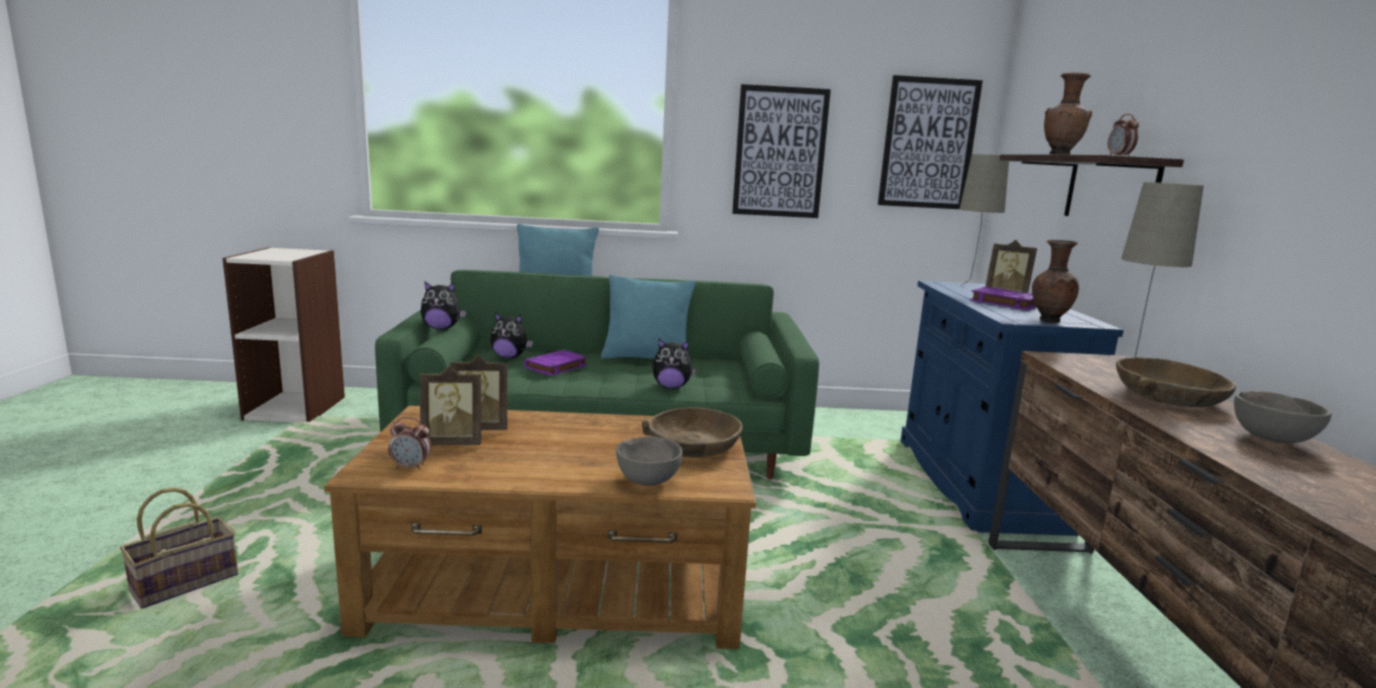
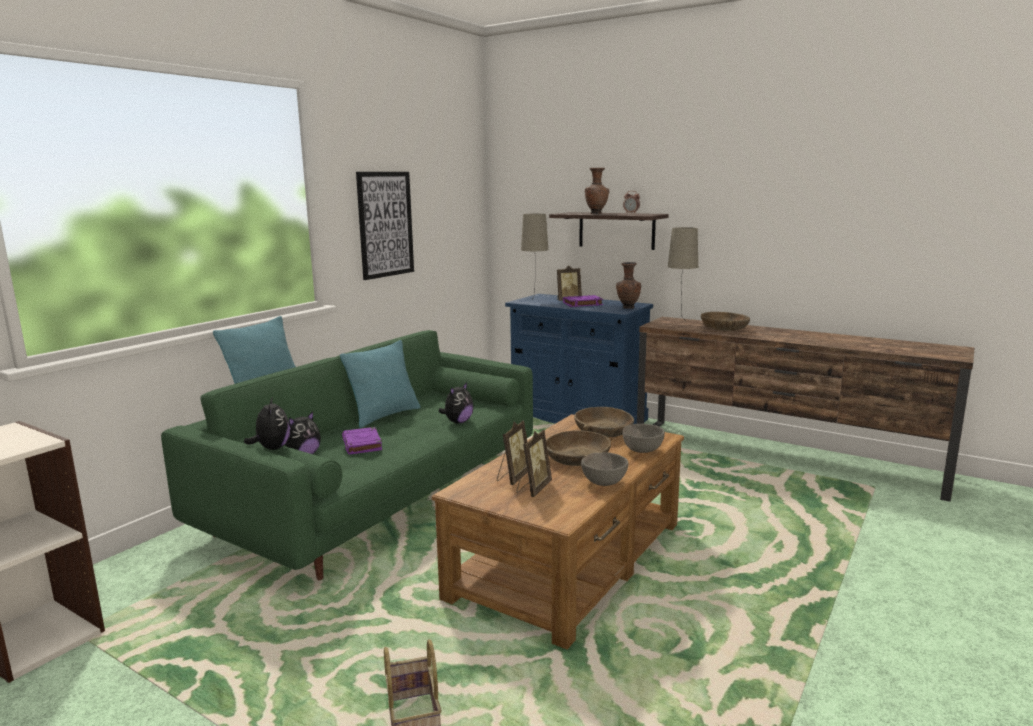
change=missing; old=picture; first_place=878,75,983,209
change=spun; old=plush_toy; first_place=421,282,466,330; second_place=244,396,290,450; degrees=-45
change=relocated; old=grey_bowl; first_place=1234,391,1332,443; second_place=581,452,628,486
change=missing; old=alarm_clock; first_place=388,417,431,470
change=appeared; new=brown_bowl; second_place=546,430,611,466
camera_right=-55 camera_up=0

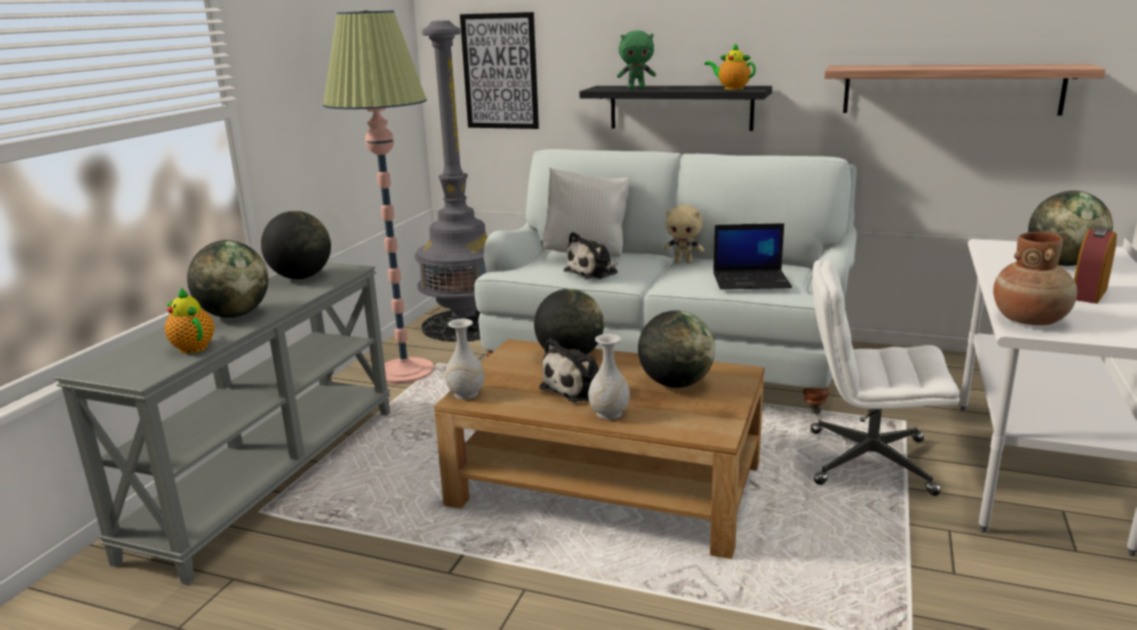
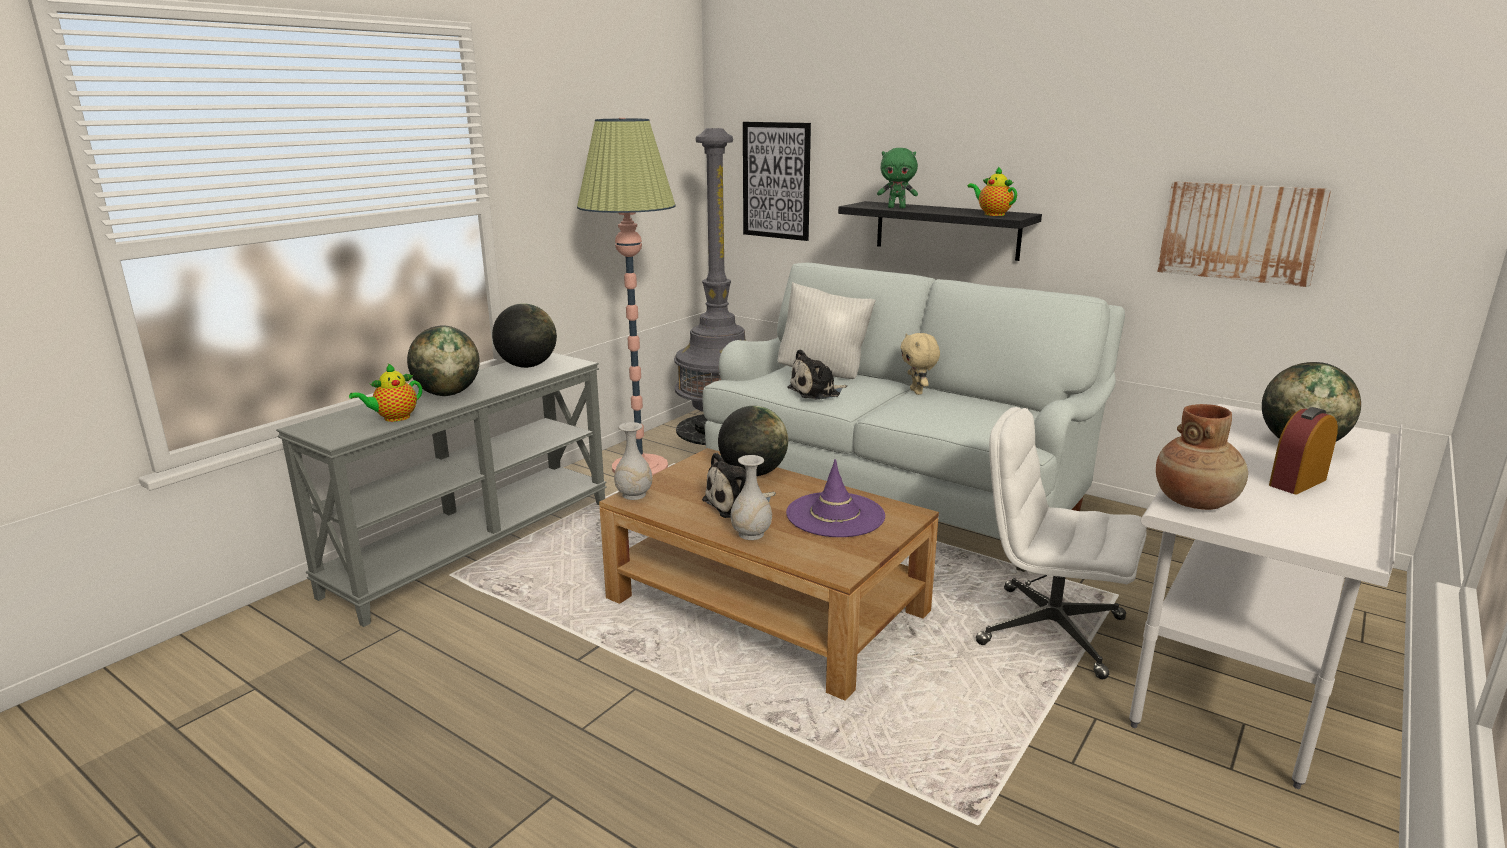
change=exchanged; old=shelf; new=picture; first_place=824,64,1105,115; second_place=1157,181,1332,287
change=spun; old=beige_plush_toy; first_place=664,205,704,263; second_place=900,333,940,395; degrees=45
change=missing; old=laptop; first_place=713,223,792,290
change=spun; old=teapot; first_place=165,287,214,354; second_place=349,363,422,422; degrees=-105
change=exchanged; old=globe; new=purple_hat; first_place=638,311,715,388; second_place=786,459,885,537
camera_right=15 camera_up=0

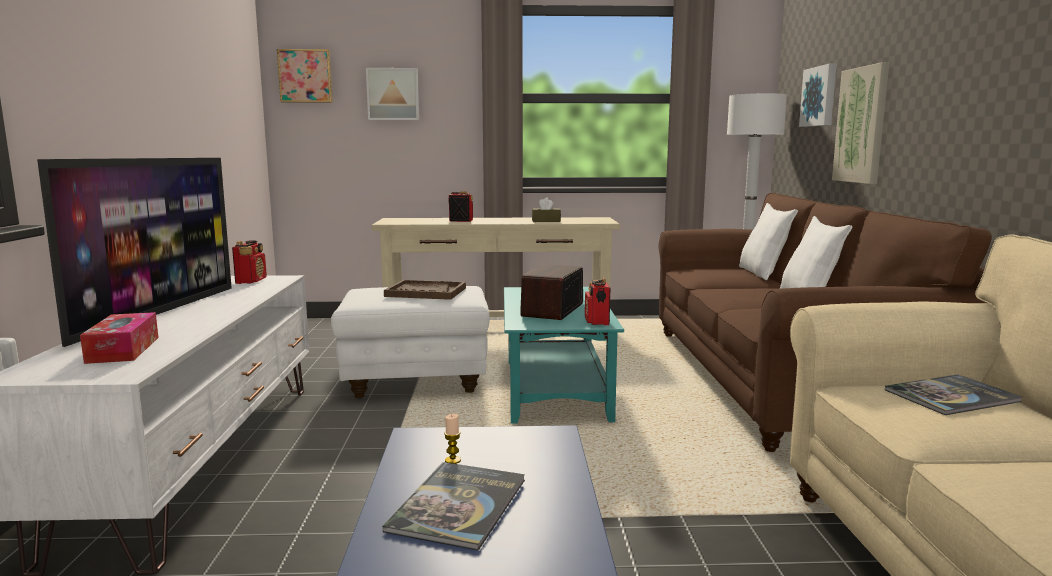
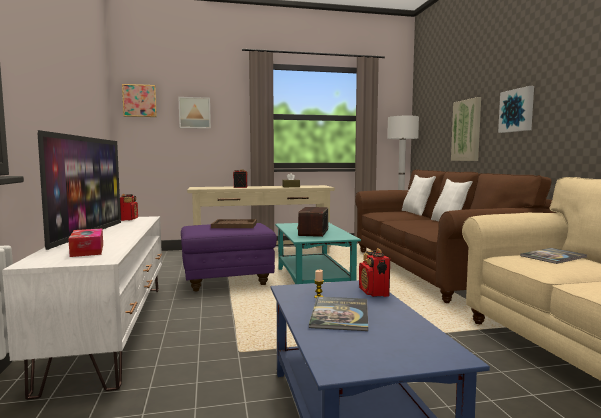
change=relocated; old=picture; first_place=799,64,837,127; second_place=498,86,534,133
change=relocated; old=radio; first_place=585,278,611,325; second_place=359,248,390,297
change=colour; old=white_ottoman; new=purple_ottoman; first_place=331,286,490,398; second_place=181,223,277,291
camera_right=-10 camera_up=-5

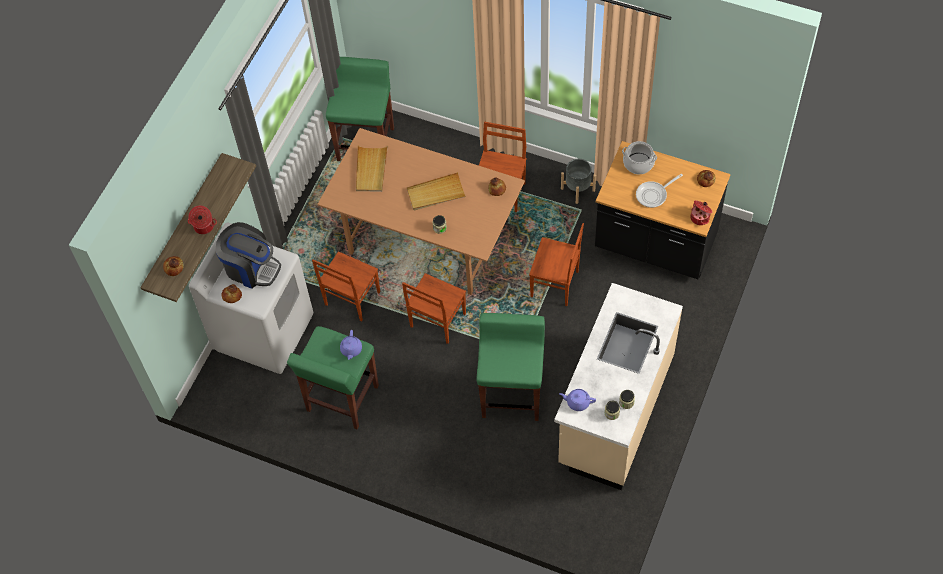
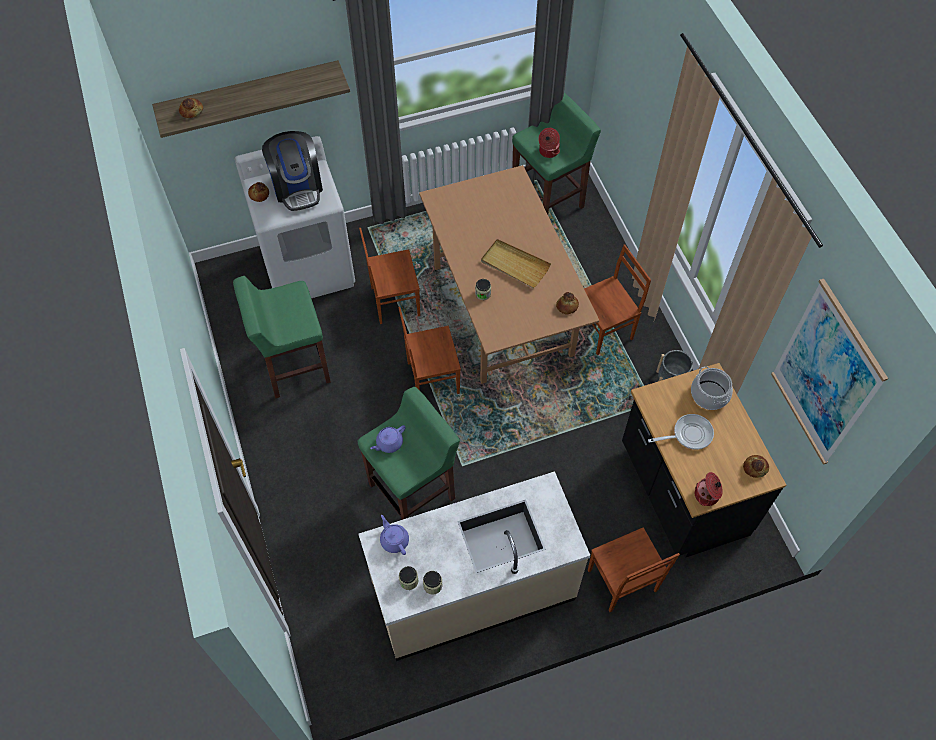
change=missing; old=beige_tray; first_place=356,145,388,192
change=spun; old=frying_pan; first_place=636,174,683,208; second_place=648,414,714,450; degrees=150
change=relocated; old=cooking_pot; first_place=188,206,217,234; second_place=539,128,560,158
change=relocated; old=brown_chair; first_place=529,223,584,306; second_place=588,527,680,612
change=relocated; old=purple_teapot; first_place=340,330,362,360; second_place=370,425,406,453
change=appeared; new=picture; second_place=771,279,888,465
camera_right=45 camera_up=0

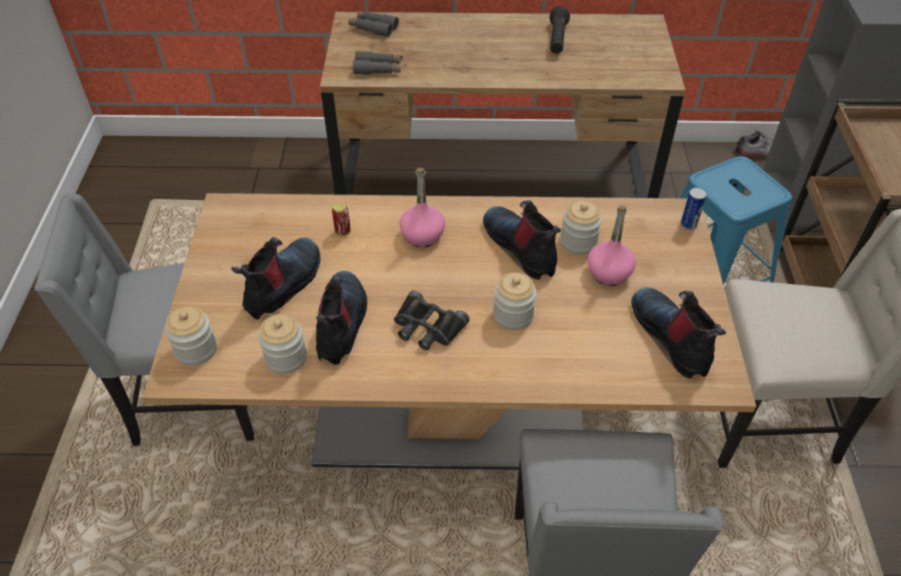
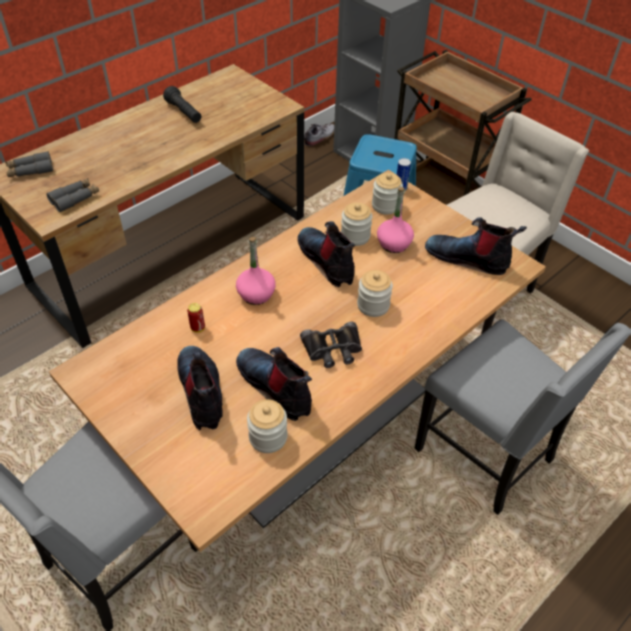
change=spun; old=boot; first_place=483,200,561,280; second_place=298,221,355,287; degrees=45
change=relocated; old=jar; first_place=165,306,217,366; second_place=372,173,403,215
camera_right=-45 camera_up=0

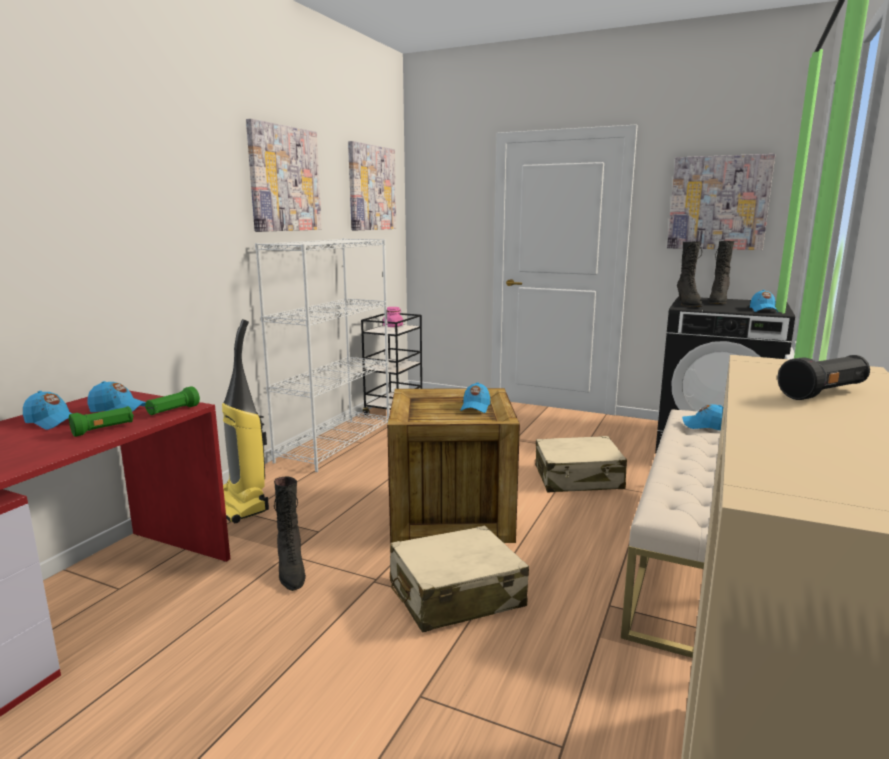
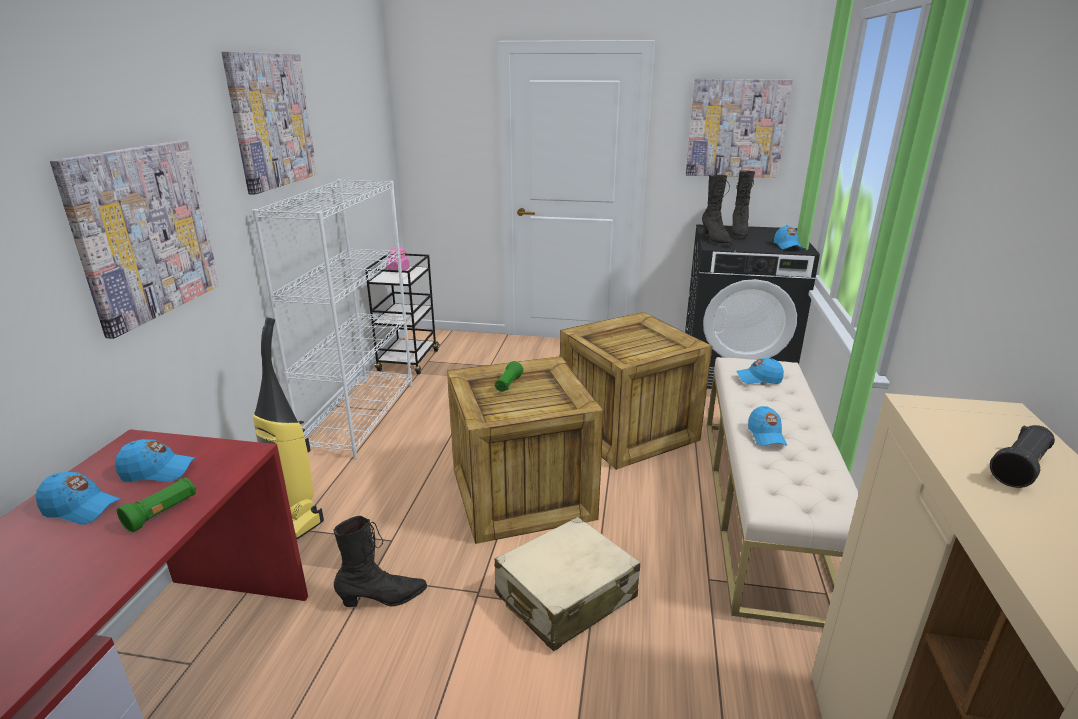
change=relocated; old=picture; first_place=348,141,396,230; second_place=50,140,220,339
change=relocated; old=blue_cap; first_place=460,382,490,413; second_place=748,406,787,446
change=relocated; old=green_flashlight; first_place=145,386,200,415; second_place=495,361,523,392
change=exchanged; old=beige_suitcase; new=crate; first_place=535,436,627,492; second_place=560,312,712,470
change=spun; old=black_boot; first_place=274,477,306,591; second_place=334,516,427,607; degrees=-75
camera_right=-15 camera_up=10

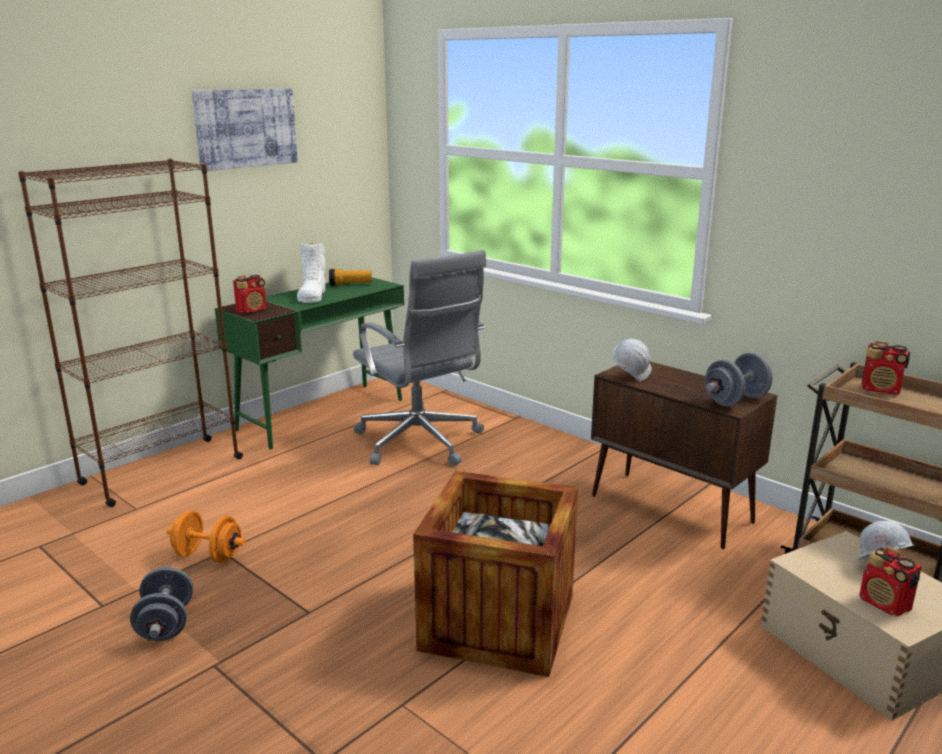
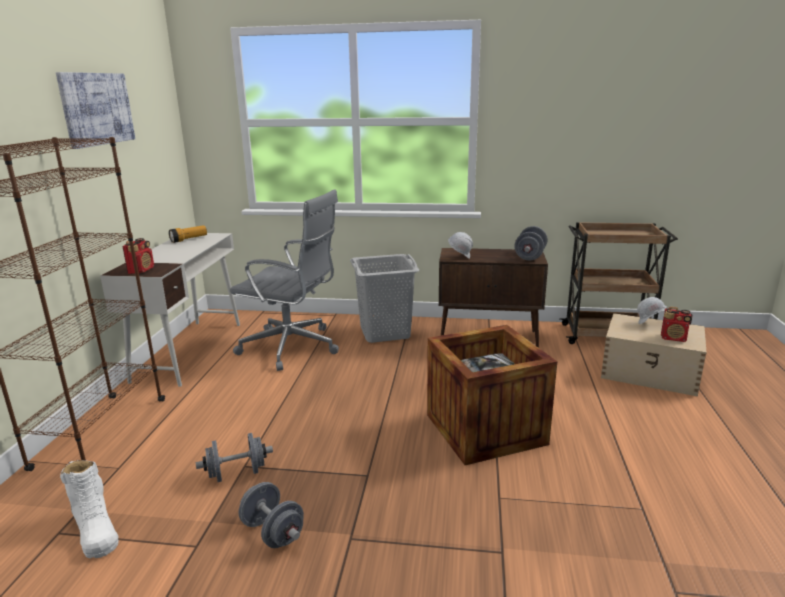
change=relocated; old=white_boot; first_place=297,243,326,303; second_place=60,460,119,558
change=colour; old=green_desk; new=white_desk; first_place=215,277,404,449; second_place=100,233,240,387
change=missing; old=radio; first_place=862,340,910,395
change=colour; old=orange_dumbbell; new=grey_dumbbell; first_place=167,511,246,563; second_place=196,433,273,482
change=appeared; new=grey_laundry_basket; second_place=350,254,419,343
camera_right=-35 camera_up=0

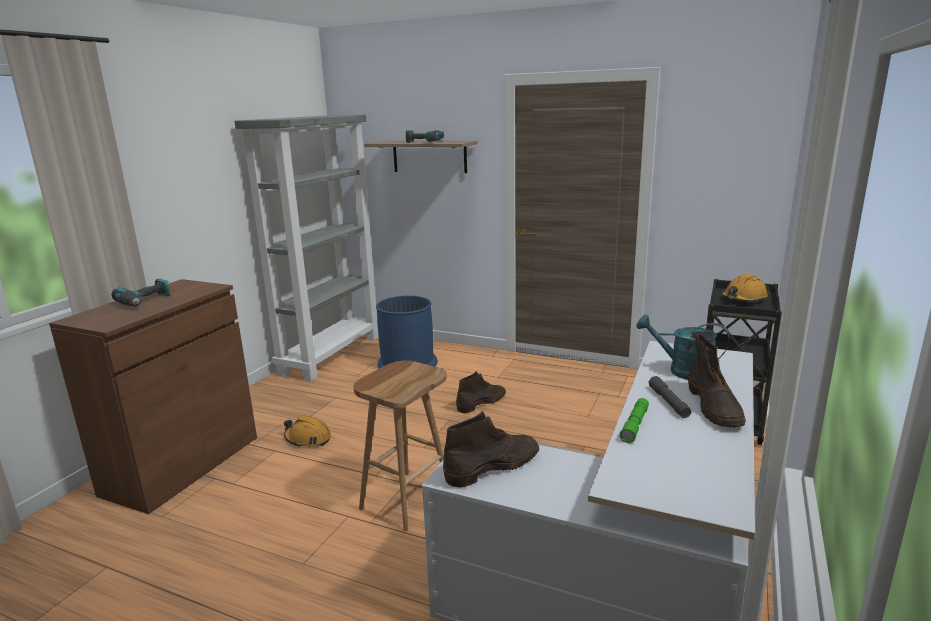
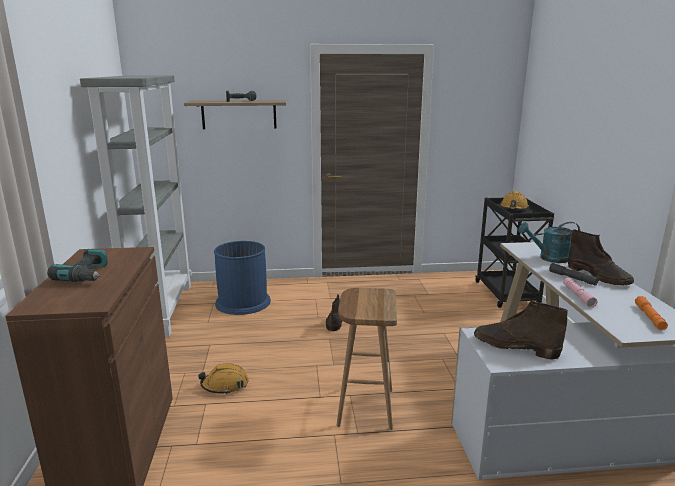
change=colour; old=green_flashlight; new=pink_flashlight; first_place=620,398,649,443; second_place=563,278,598,308
change=spun; old=brown_boot; first_place=443,411,539,487; second_place=474,301,568,359; degrees=-90
change=appeared; new=orange_flashlight; second_place=635,296,668,330
camera_right=-30 camera_up=0

